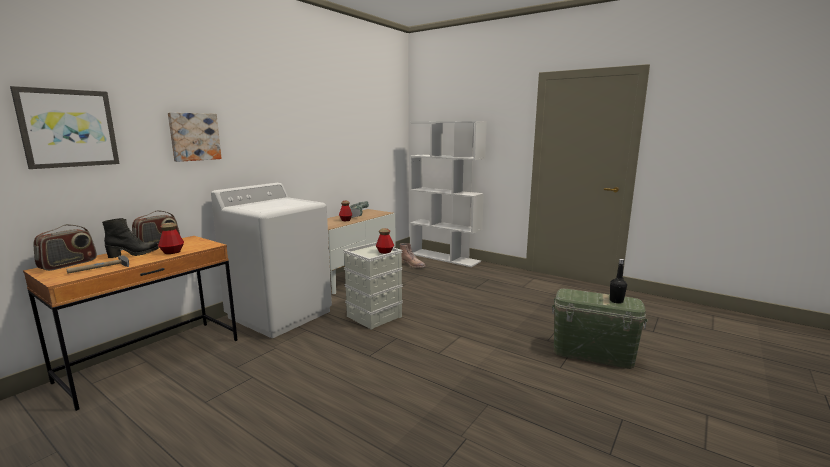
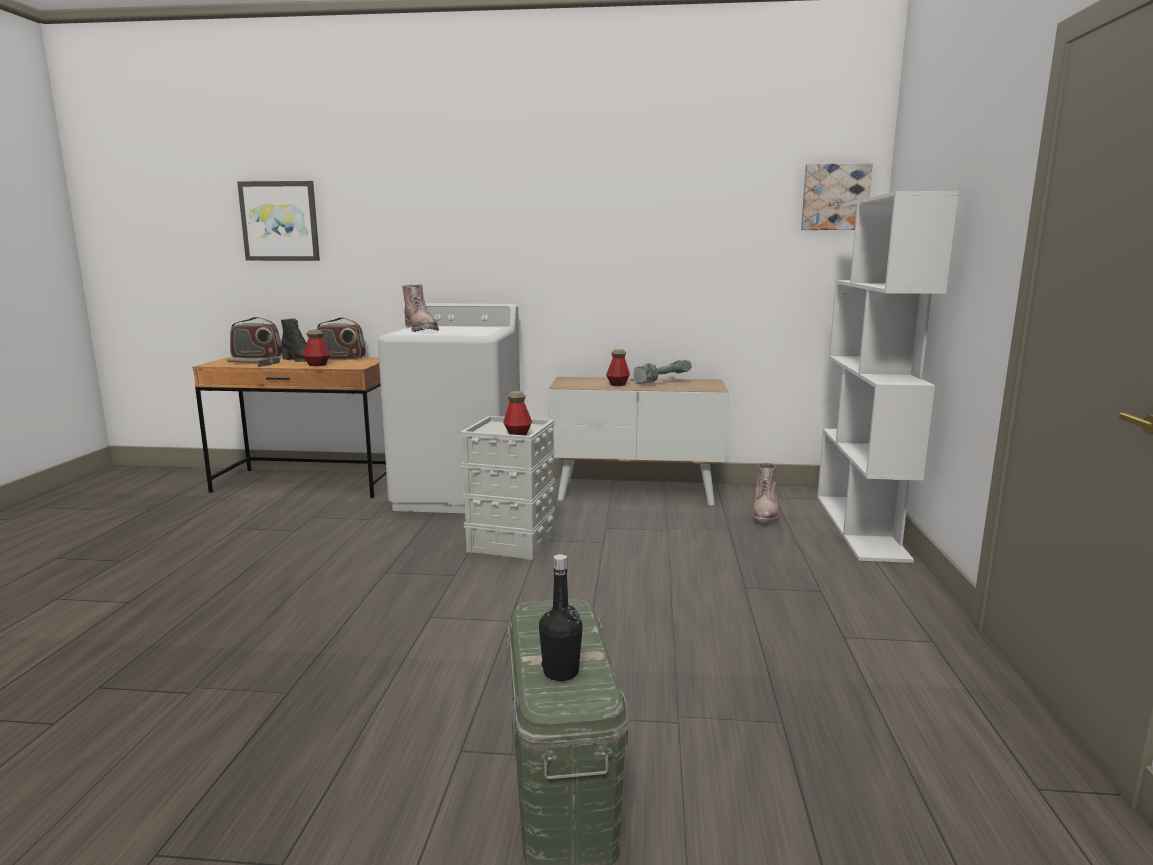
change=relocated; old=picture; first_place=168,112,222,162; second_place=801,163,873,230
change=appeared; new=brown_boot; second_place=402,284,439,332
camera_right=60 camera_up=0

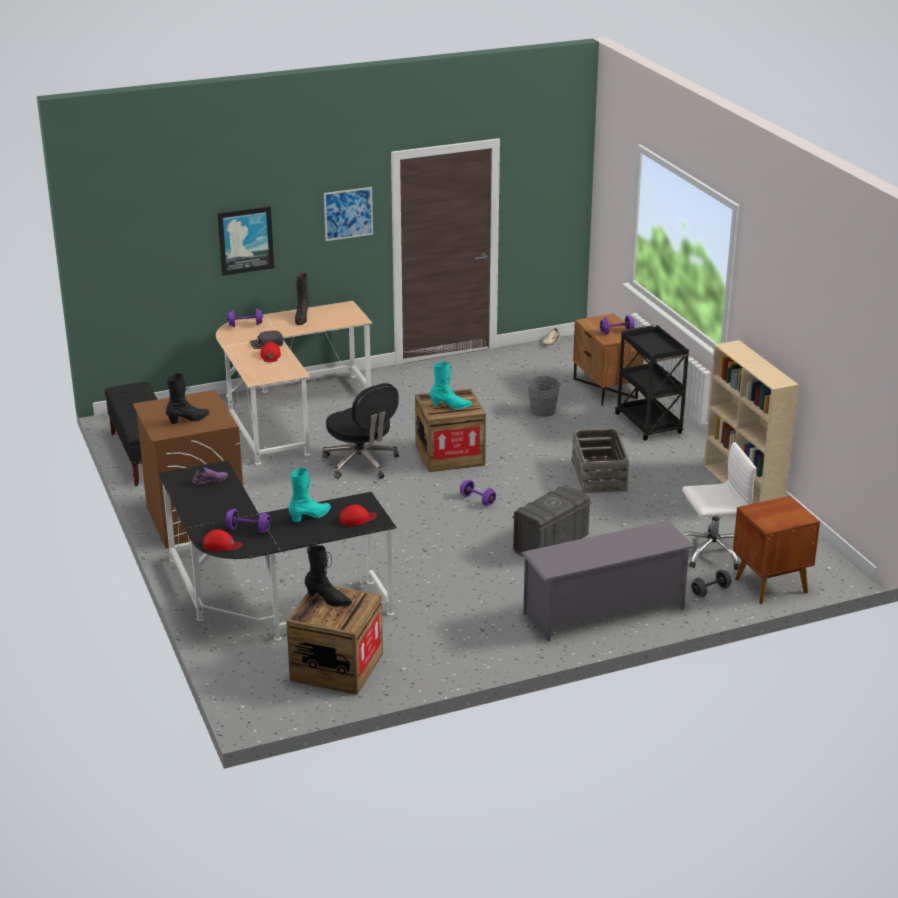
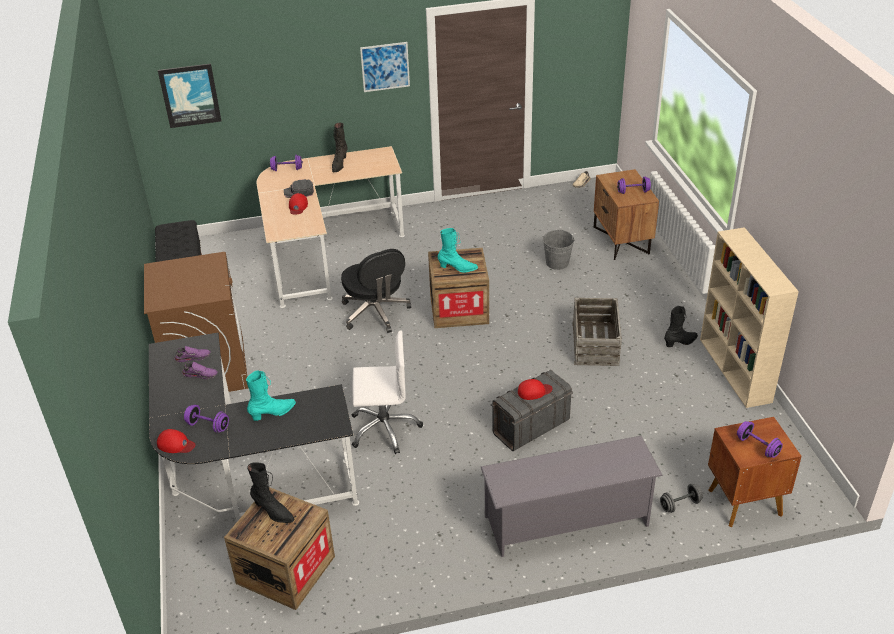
change=relocated; old=picture; first_place=217,206,274,276; second_place=158,64,221,128
change=missing; old=black_cart; first_place=615,325,689,441
change=relocated; old=black_boot; first_place=166,373,209,424; second_place=664,306,698,347
change=relocated; old=white_office_chair; first_place=682,442,757,570; second_place=352,330,423,454
change=relocated; old=purple_dumbbell; first_place=460,480,496,506; second_place=737,421,783,458
change=relocated; old=red_cap; first_place=339,505,377,526; second_place=518,379,553,400
change=appeared; new=purple_shoe; second_place=182,362,218,379
camera_right=10 camera_up=10

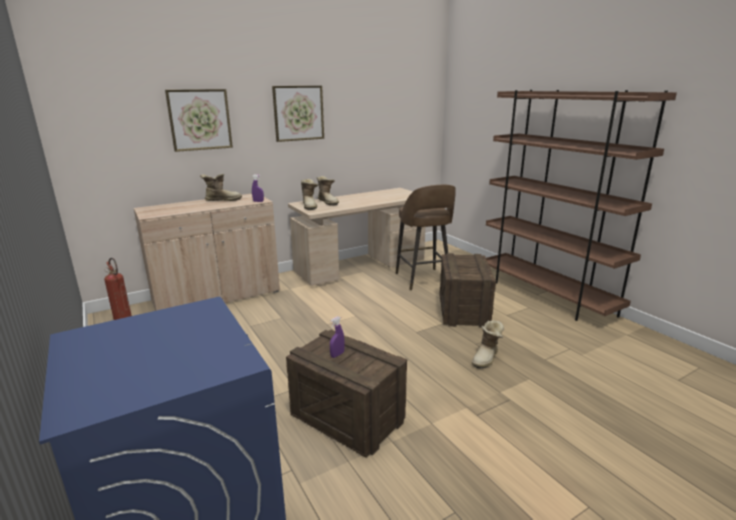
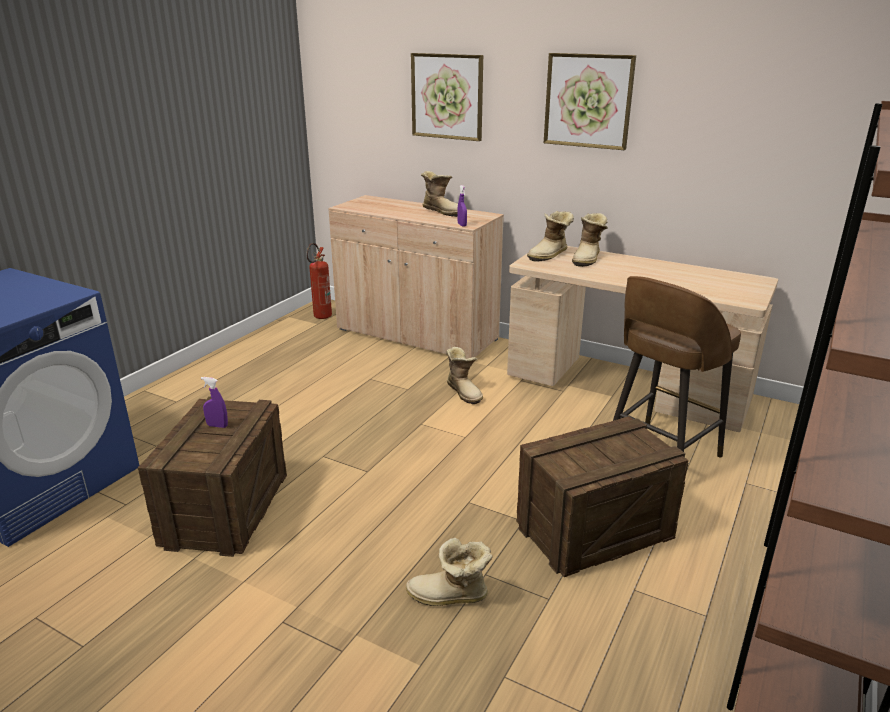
change=appeared; new=boot; second_place=446,347,483,404
camera_right=60 camera_up=5

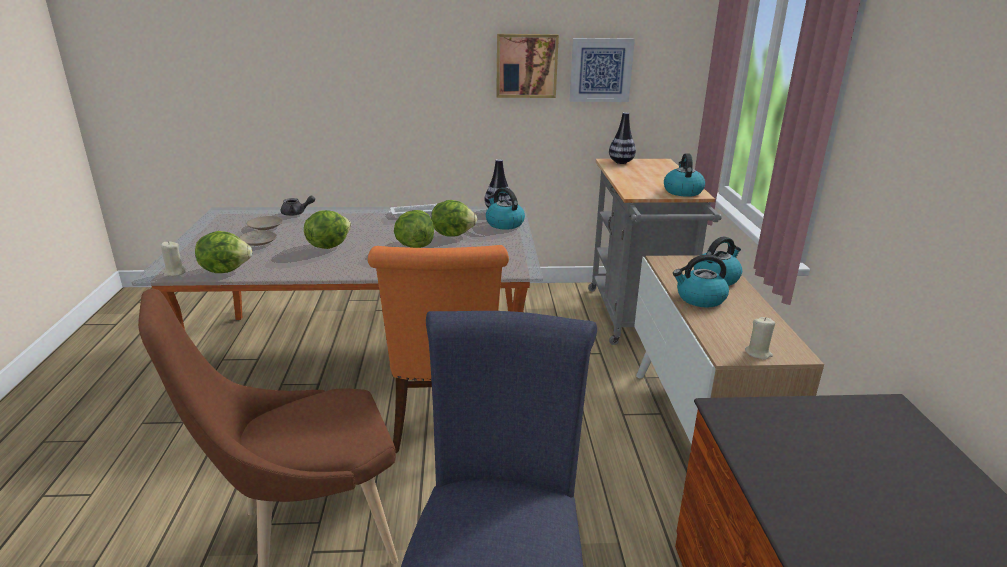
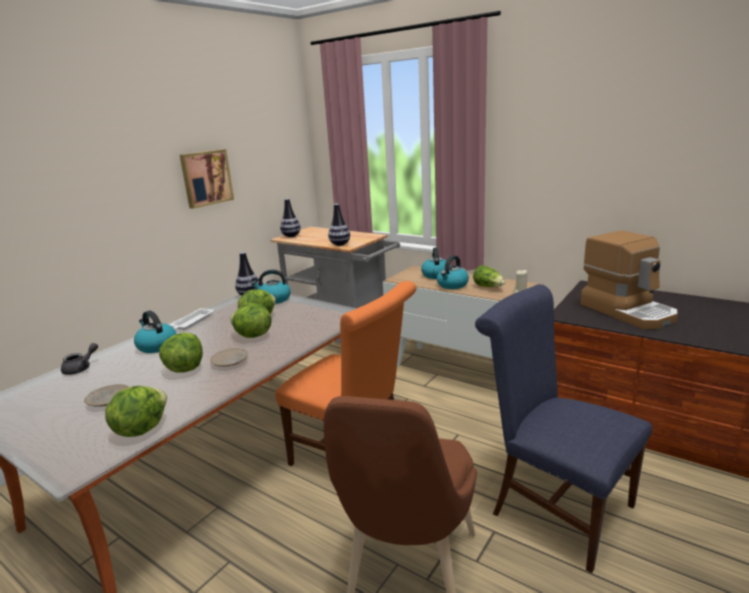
change=missing; old=picture; first_place=569,38,635,102
change=relocated; old=kettle; first_place=664,153,705,197; second_place=134,310,176,353
change=relocated; old=beige_plate; first_place=247,216,283,230; second_place=210,348,248,367
change=missing; old=beige_candle; first_place=161,241,186,277
change=appeared; new=vase; second_place=328,204,350,246
change=appeared; new=coffee_machine; second_place=581,230,678,329
change=appeared; new=lettuce; second_place=473,265,505,287
camera_right=-50 camera_up=-5

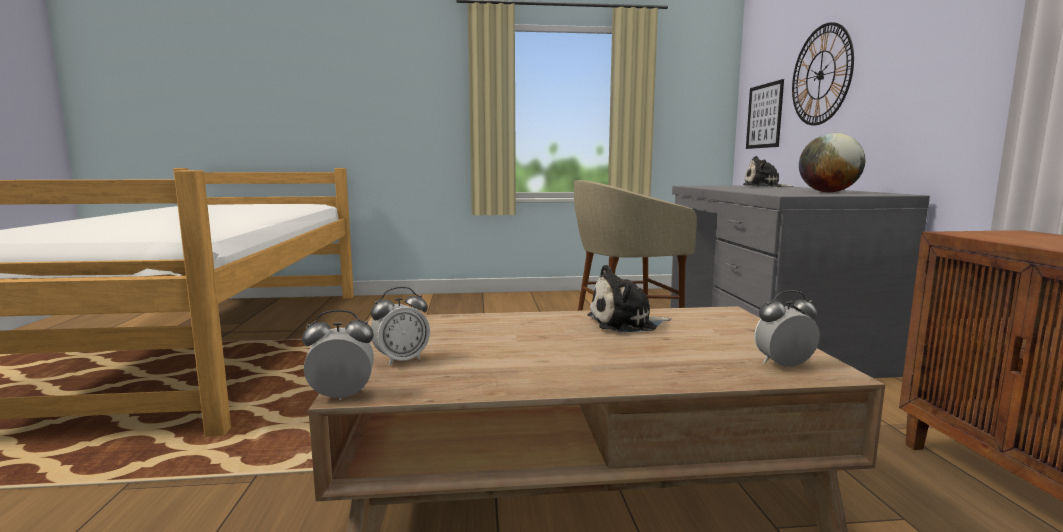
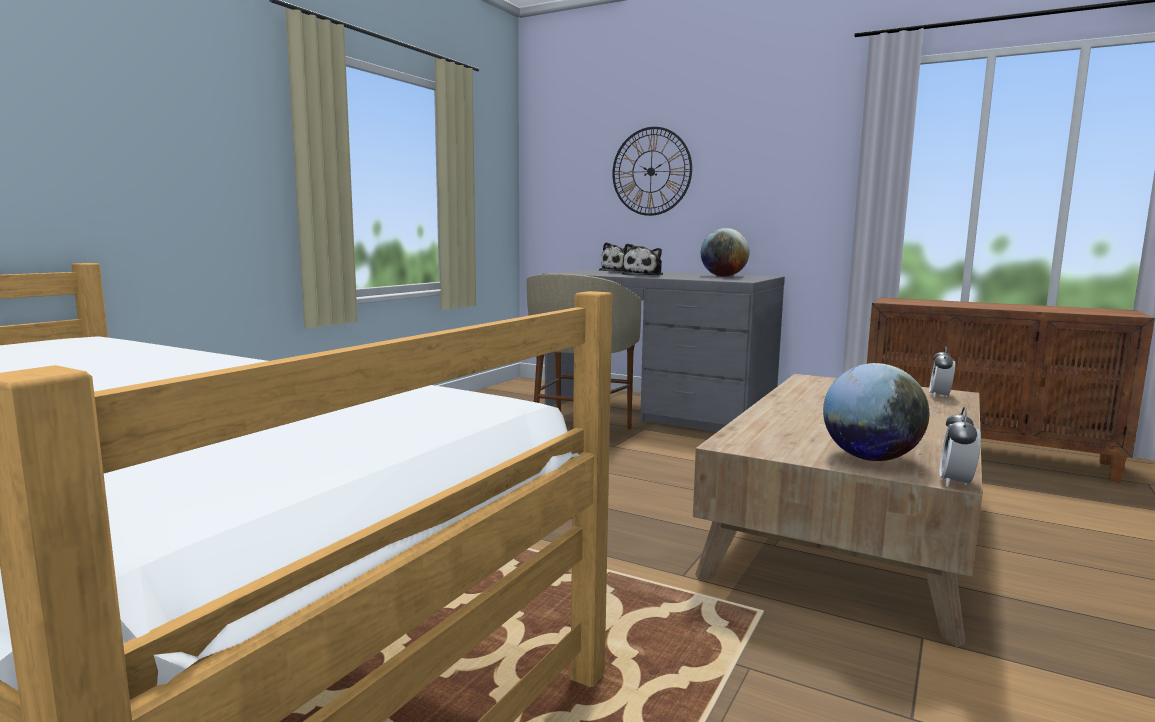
change=missing; old=picture; first_place=746,79,784,149
change=relocated; old=plush_toy; first_place=587,265,671,332; second_place=622,243,663,276
change=exchanged; old=alarm_clock; new=globe; first_place=371,287,430,366; second_place=823,363,929,461
camera_right=-55 camera_up=0

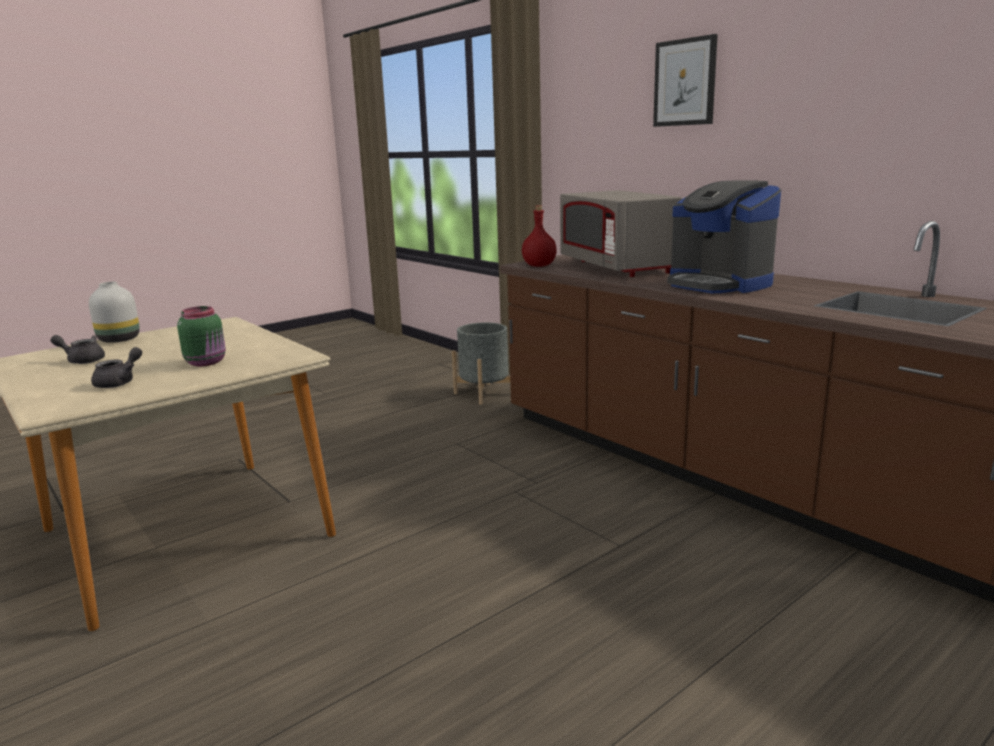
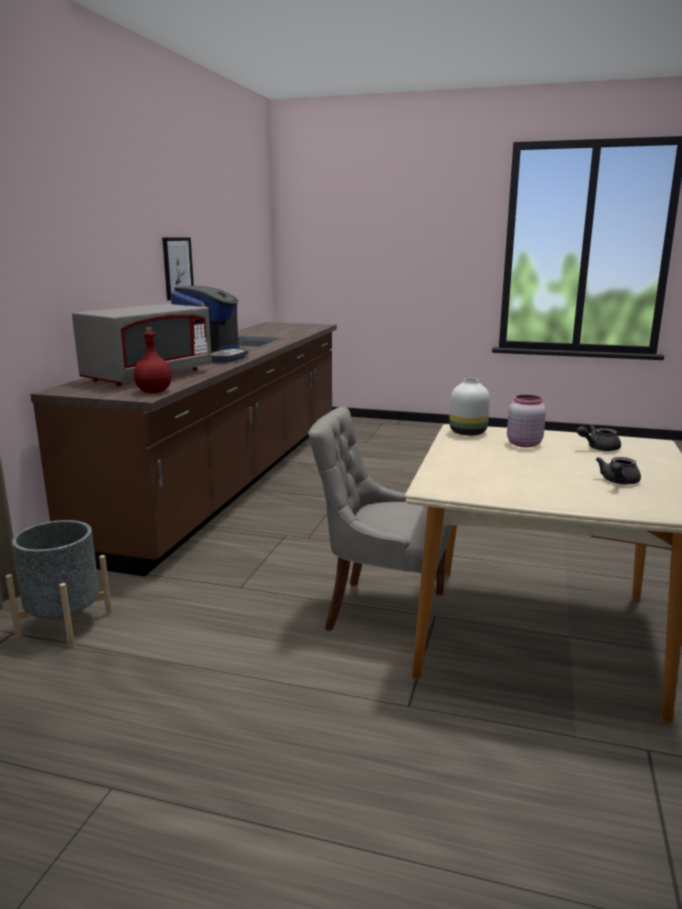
change=relocated; old=picture; first_place=653,34,718,127; second_place=162,238,194,301
change=relocated; old=white_vase; first_place=89,282,140,343; second_place=449,378,490,436
change=colour; old=green_jar; new=pink_jar; first_place=177,306,226,366; second_place=507,395,546,447
change=spun; old=grey_teapot; first_place=50,335,105,364; second_place=596,457,641,484; degrees=60
change=appeared; new=grey_chair; second_place=308,407,452,650
camera_right=-125 camera_up=0

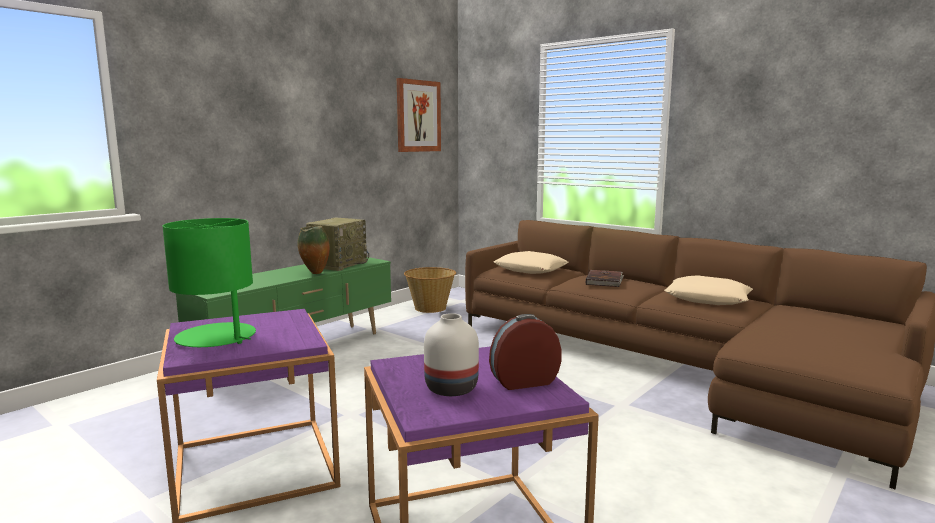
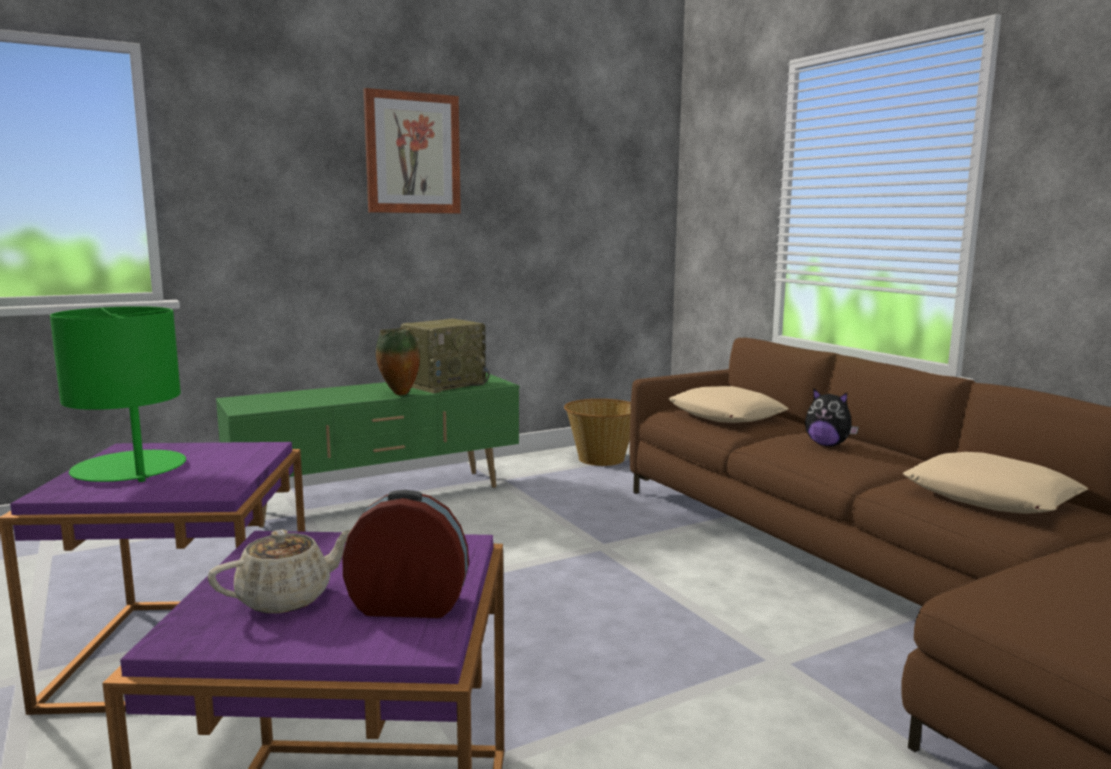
change=relocated; old=picture; first_place=397,78,441,152; second_place=364,88,461,213
change=exchanged; old=brown_book; new=plush_toy; first_place=586,270,624,287; second_place=805,388,859,446
change=exchanged; old=white_vase; new=beige_teapot; first_place=424,313,479,396; second_place=208,529,352,613
camera_right=20 camera_up=0

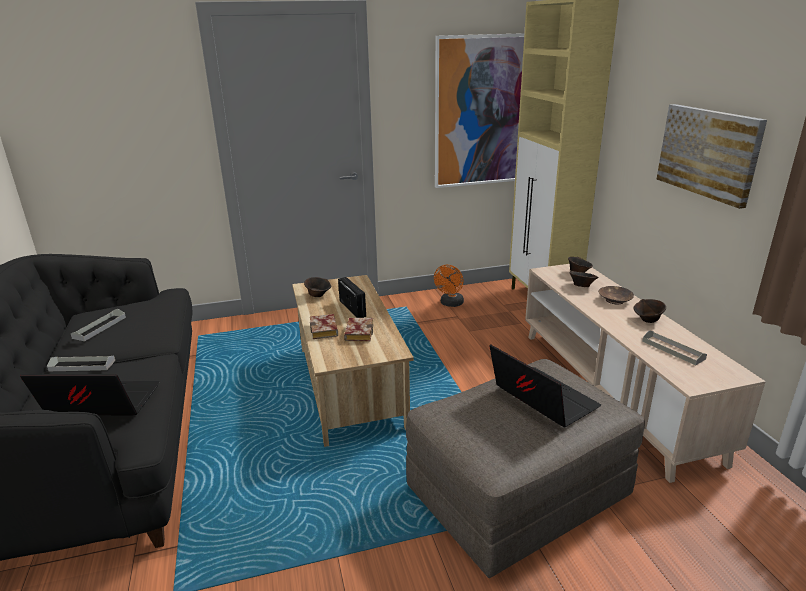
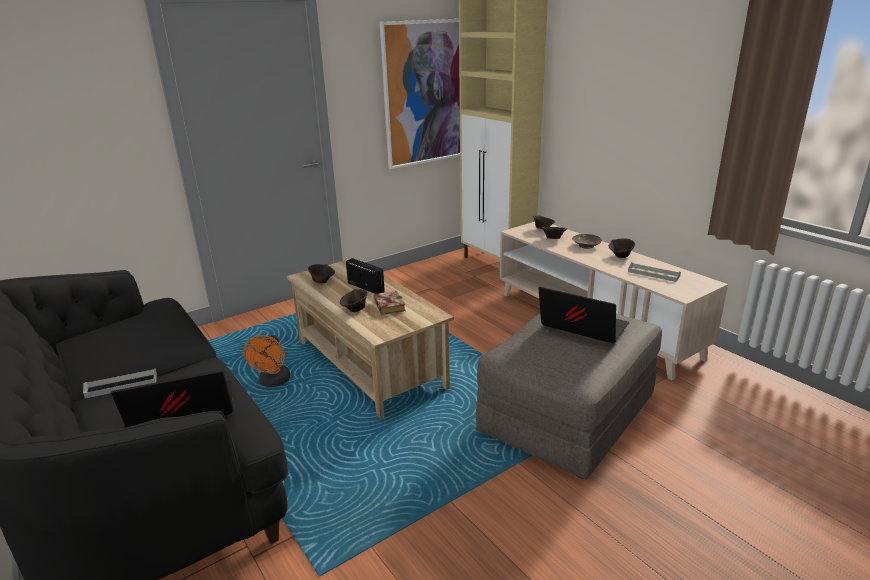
change=missing; old=picture; first_place=656,104,767,209
change=relocated; old=orange_fan; first_place=434,265,464,307; second_place=244,335,290,387
change=missing; old=grey_tray; first_place=71,309,126,341
change=exchanged; old=book; new=brown_bowl; first_place=310,314,338,339; second_place=340,289,368,312
camera_right=-20 camera_up=0

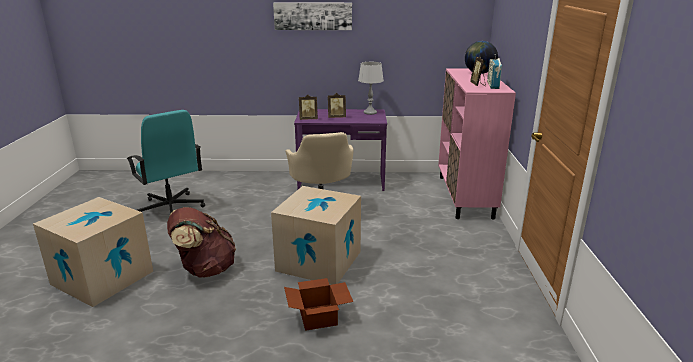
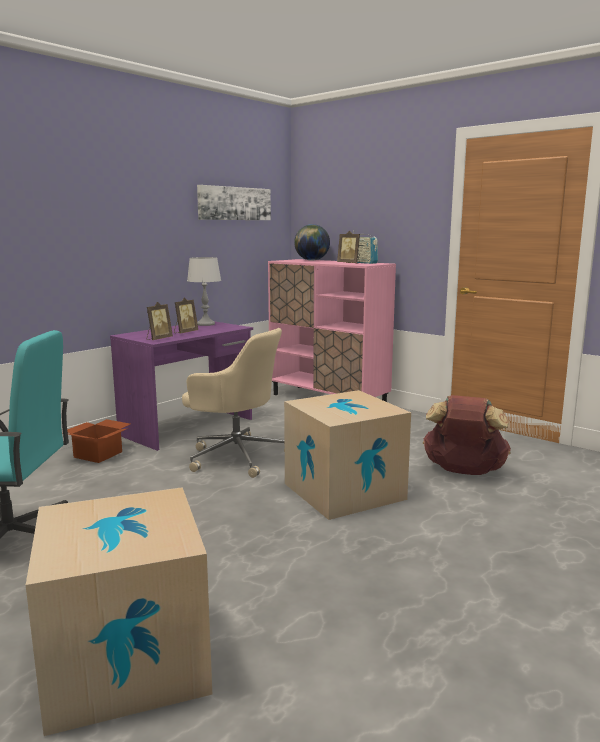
change=relocated; old=picture; first_place=273,3,352,30; second_place=197,185,271,220
change=relocated; old=brown_backpack; first_place=167,207,236,278; second_place=423,395,511,475
change=relocated; old=cardboard_box; first_place=284,278,353,331; second_place=67,419,130,463
camera_right=-50 camera_up=-10

